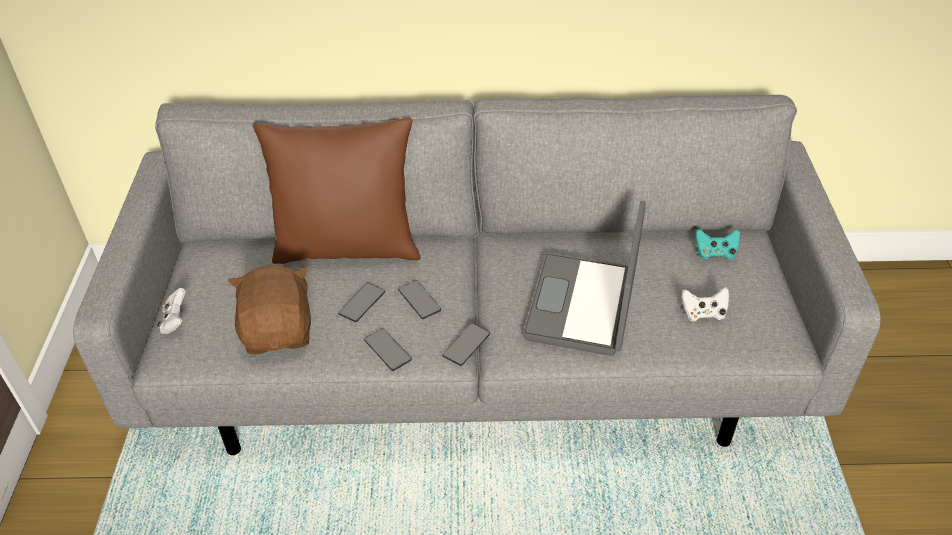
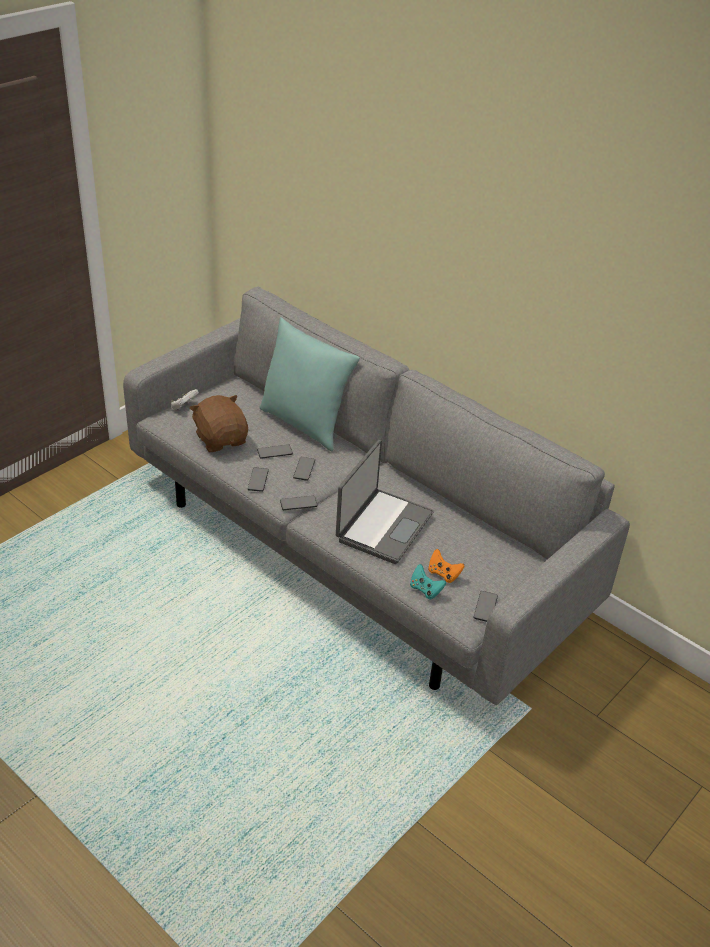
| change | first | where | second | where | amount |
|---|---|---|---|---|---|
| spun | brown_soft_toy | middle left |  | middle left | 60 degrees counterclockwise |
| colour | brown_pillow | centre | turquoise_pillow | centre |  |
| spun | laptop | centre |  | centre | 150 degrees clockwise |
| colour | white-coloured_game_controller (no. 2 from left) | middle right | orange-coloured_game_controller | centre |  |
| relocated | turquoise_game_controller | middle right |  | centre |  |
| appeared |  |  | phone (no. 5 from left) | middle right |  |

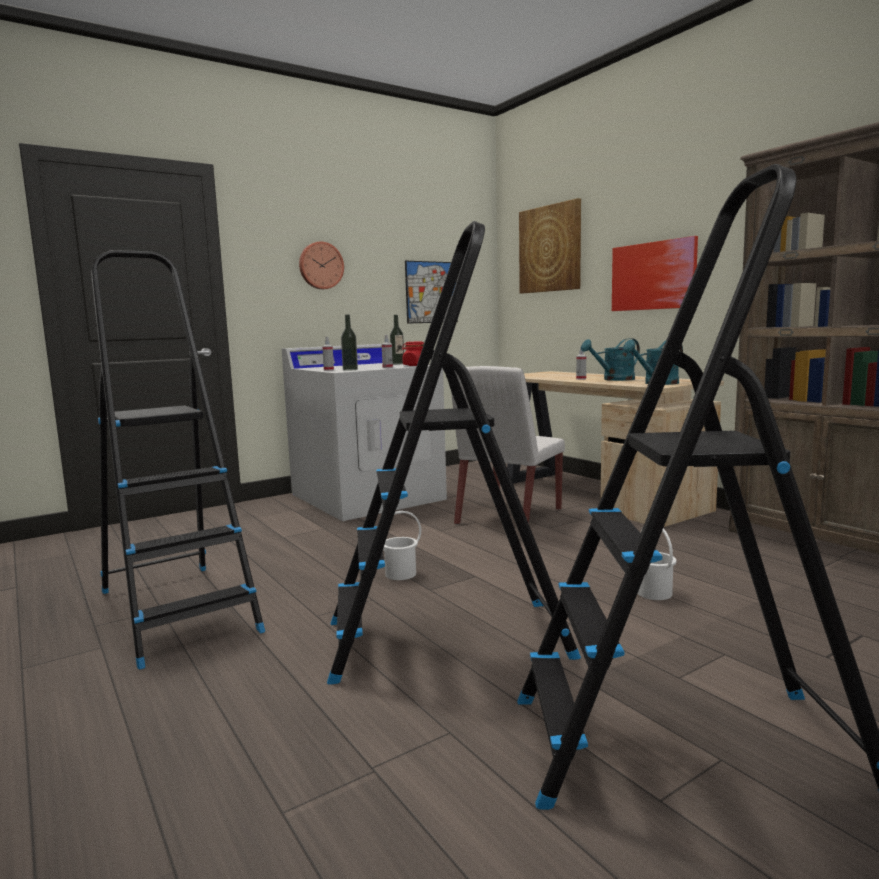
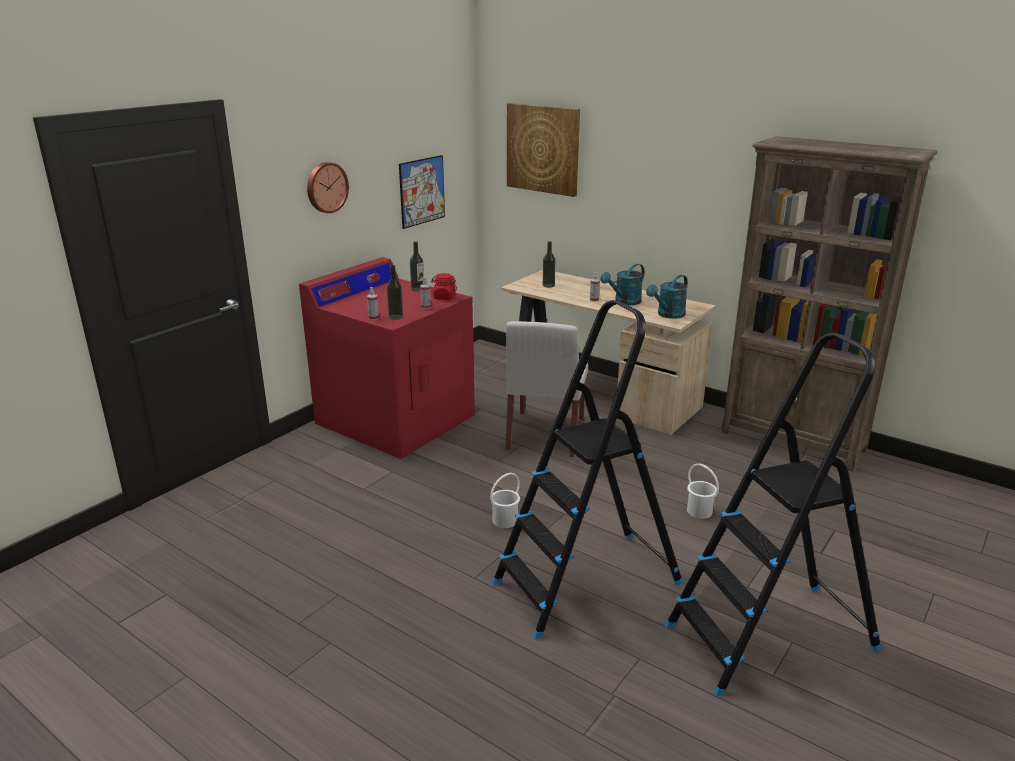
| change | first | where | second | where | amount |
|---|---|---|---|---|---|
| missing | black-coloured_step_ladder (no. 1 from left) | middle left |  |  |  |
| colour | white-coloured_washing_machine | centre | red-coloured_washing_machine | centre |  |
| missing | picture (no. 3 from left) | top right |  |  |  |
| appeared |  |  | bottle (no. 3 from left) | centre |  |

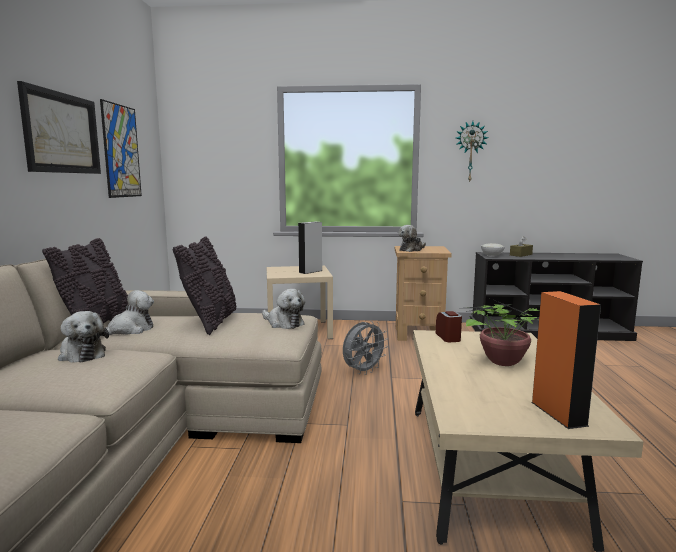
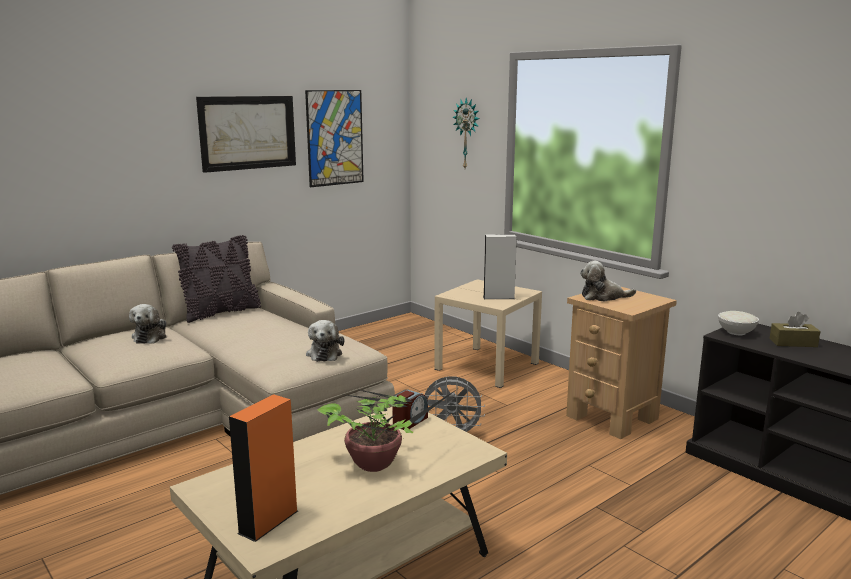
| change | first | where | second | where | amount |
|---|---|---|---|---|---|
| missing | soft_toy (no. 2 from left) | middle left |  |  |  |
| missing | black-coloured_pillow (no. 2 from left) | middle left |  |  |  |
| relocated | hanging_clock | top right |  | top centre |  |

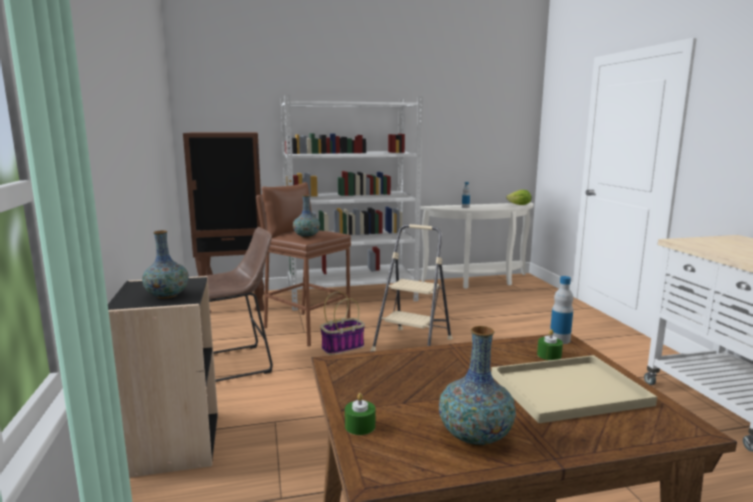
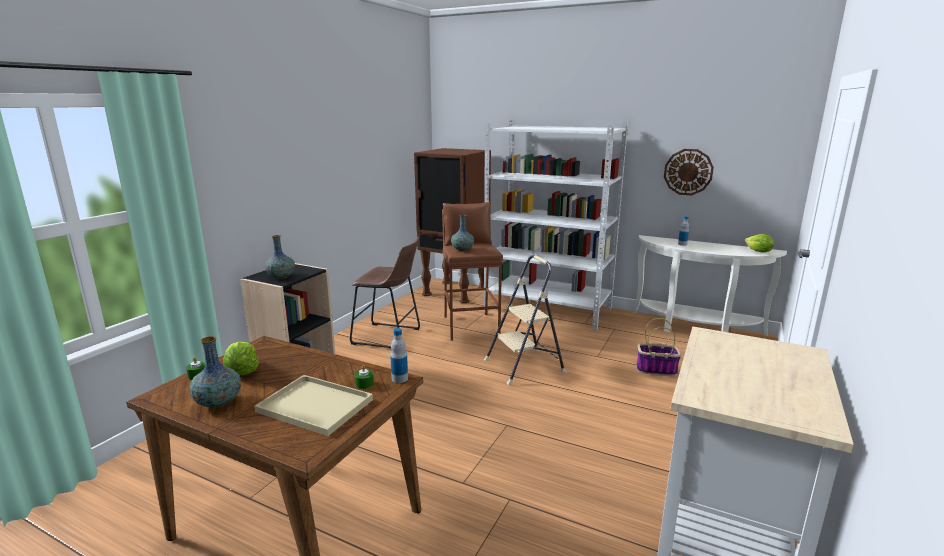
| change | first | where | second | where | amount |
|---|---|---|---|---|---|
| relocated | basket | centre |  | middle right |  |
| appeared |  |  | lettuce_head (no. 1 from left) | middle left |  |
| appeared |  |  | hanging_clock | top right |  |

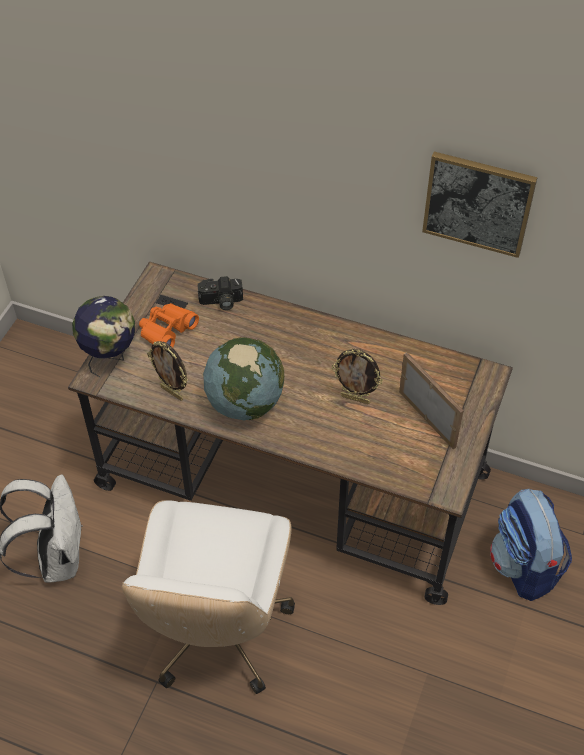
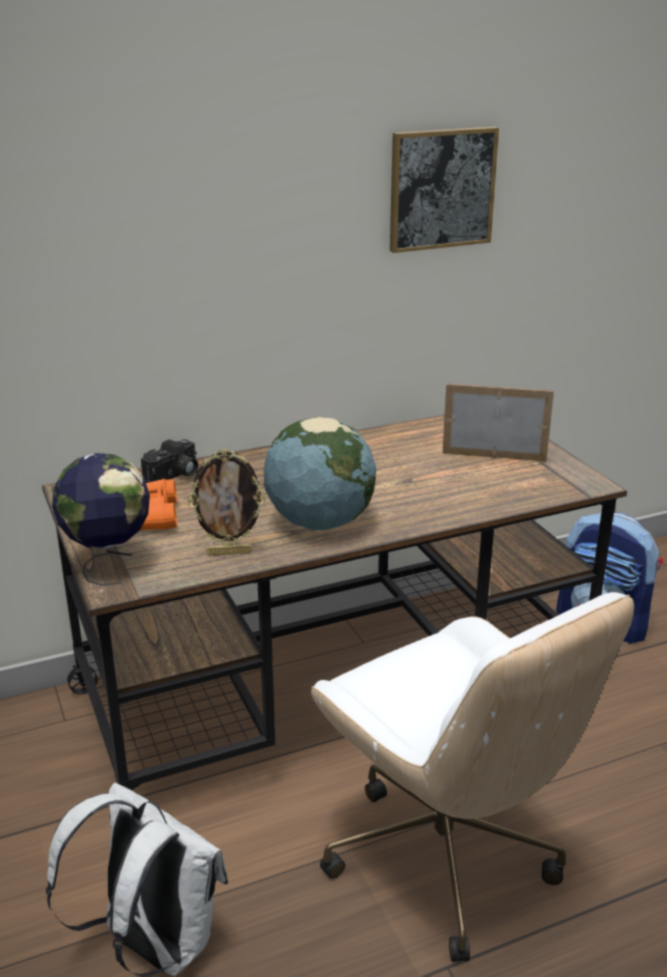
| change | first | where | second | where | amount |
|---|---|---|---|---|---|
| missing | standing_frame (no. 2 from left) | centre |  |  |  |

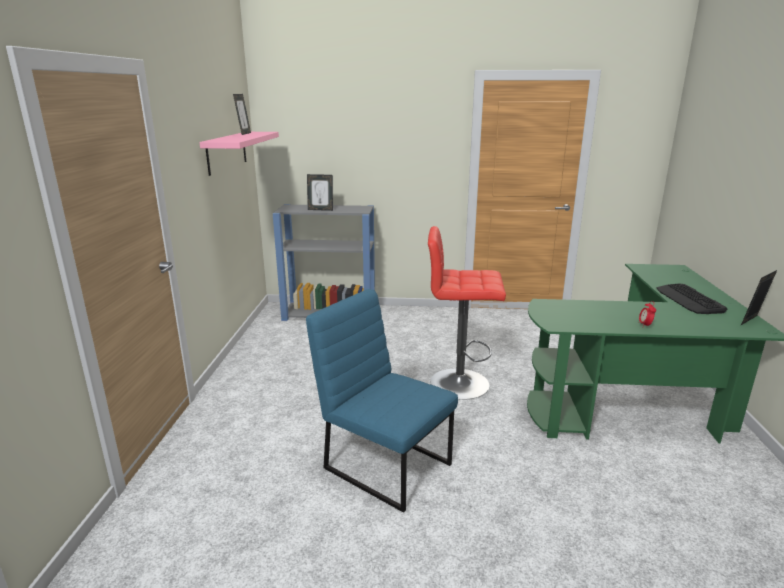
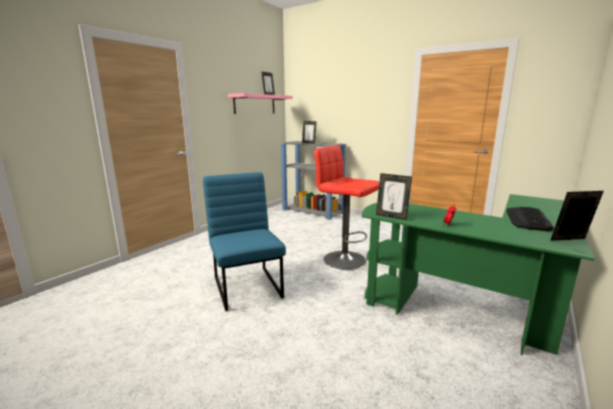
| change | first | where | second | where | amount |
|---|---|---|---|---|---|
| appeared |  |  | standing_frame (no. 3 from left) | centre |  |

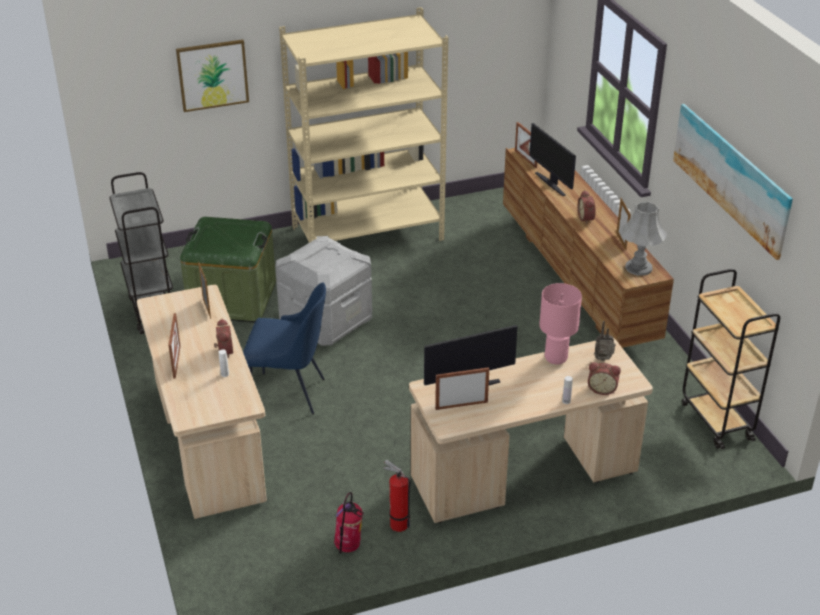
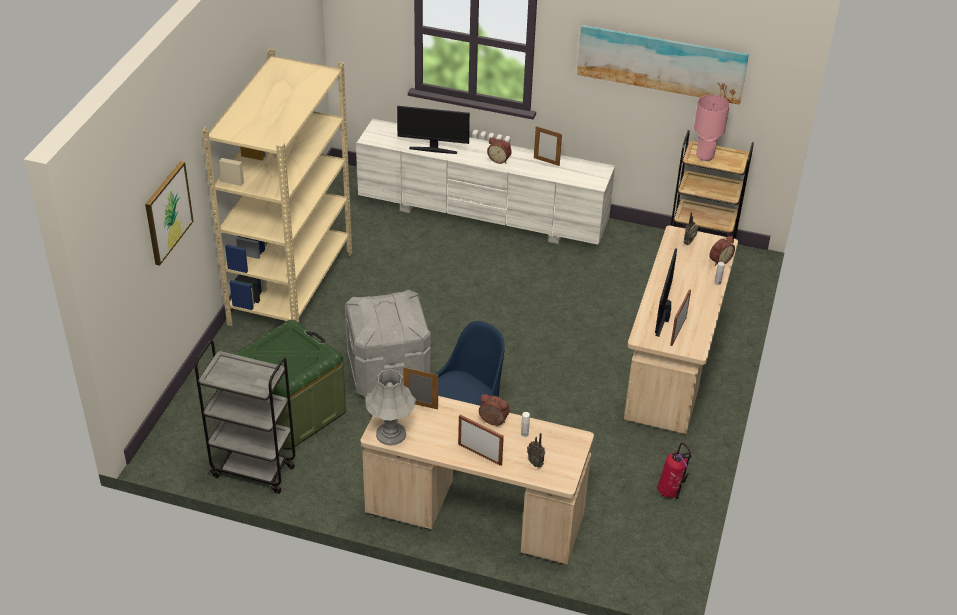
| change | first | where | second | where | amount |
|---|---|---|---|---|---|
| missing | extinguisher (no. 2 from left) | bottom centre |  |  |  |
| colour | brown_cabinet | middle right | white-coloured_cabinet | top centre |  |
| missing | standing_frame (no. 4 from left) | top centre |  |  |  |
| relocated | pinkish_lamp_for_a_table | middle right |  | top right |  |
| relocated | greyish_lamp_for_a_table | middle right |  | centre |  |
| appeared |  |  | radio_receiver (no. 1 from left) | bottom centre |  |

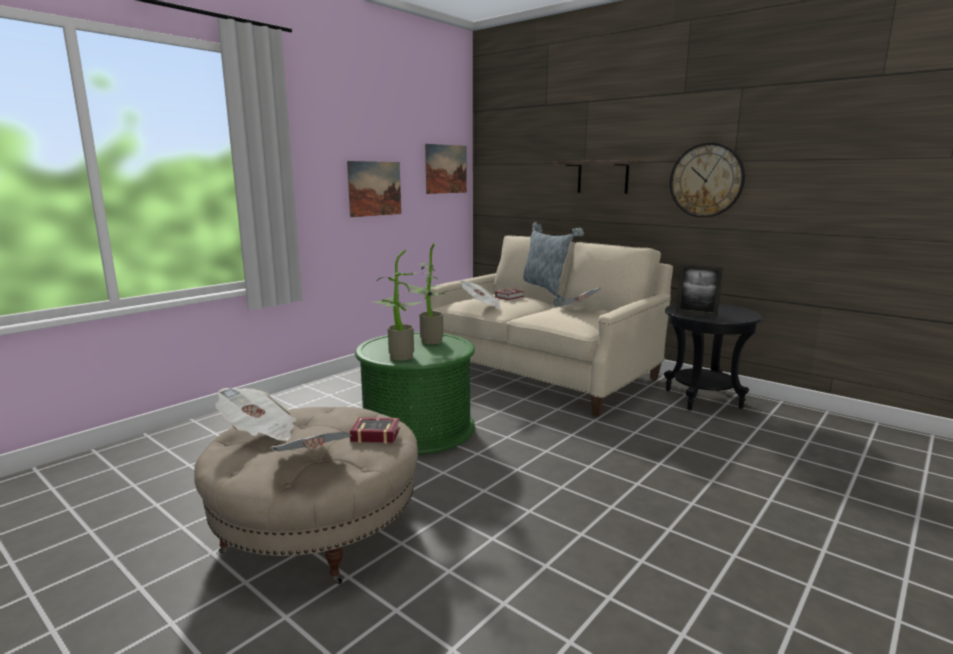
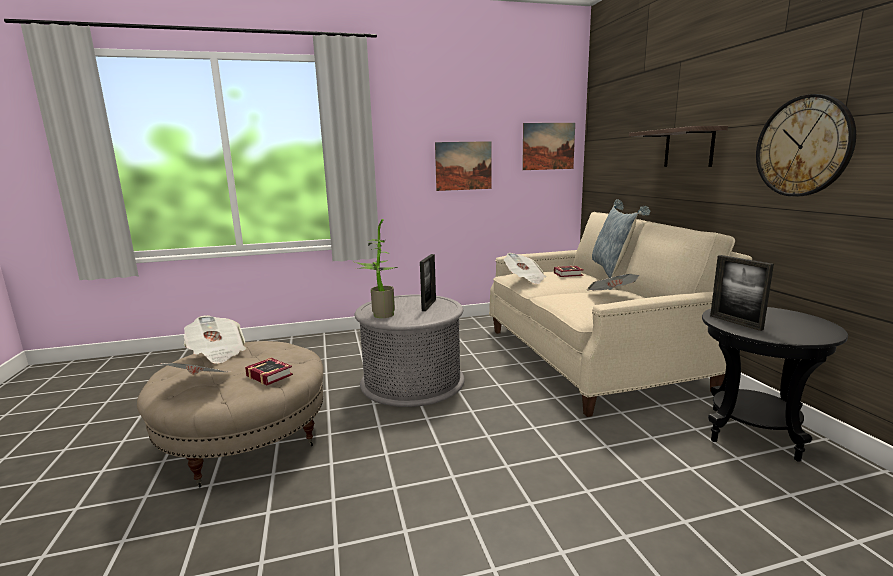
| change | first | where | second | where | amount |
|---|---|---|---|---|---|
| colour | greenish_lounge_table | centre | greyish_lounge_table | centre |  |
| exchanged | potted_plant (no. 2 from left) | centre | standing_frame (no. 1 from left) | centre |  |

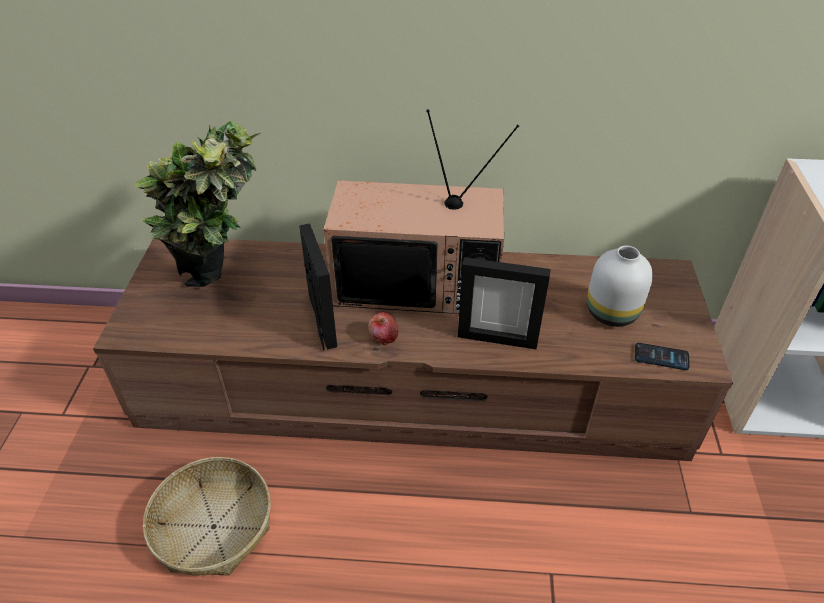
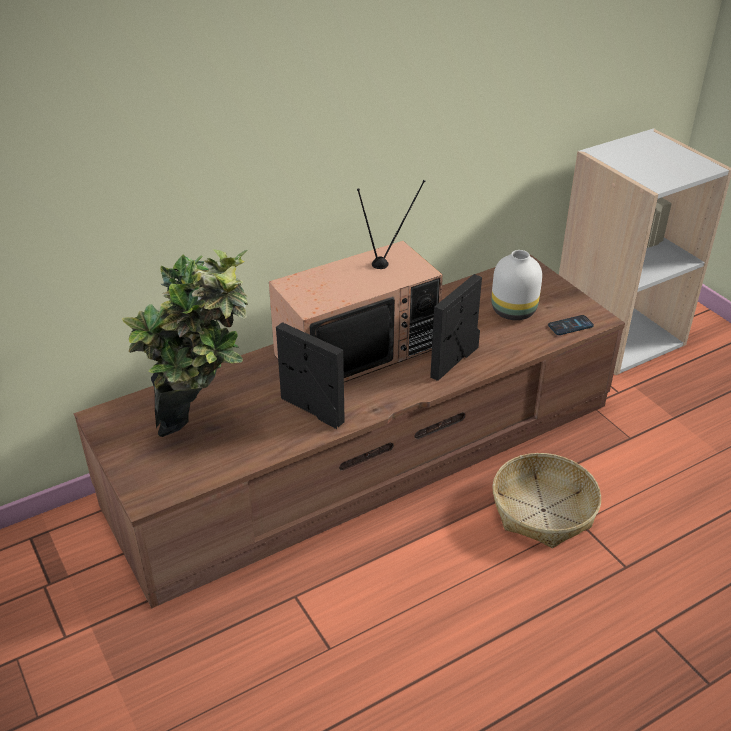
| change | first | where | second | where | amount |
|---|---|---|---|---|---|
| relocated | basket | bottom left |  | bottom right |  |
| missing | apple_fruit | centre |  |  |  |
| spun | standing_frame (no. 2 from left) | centre |  | centre | 150 degrees clockwise |

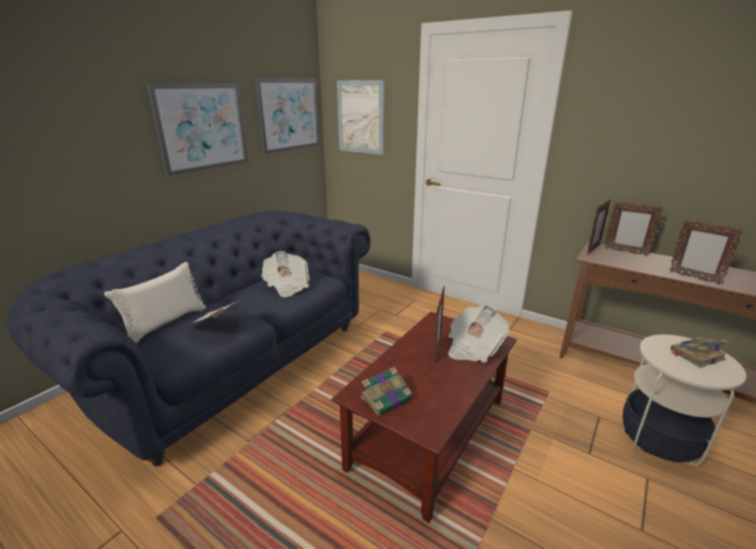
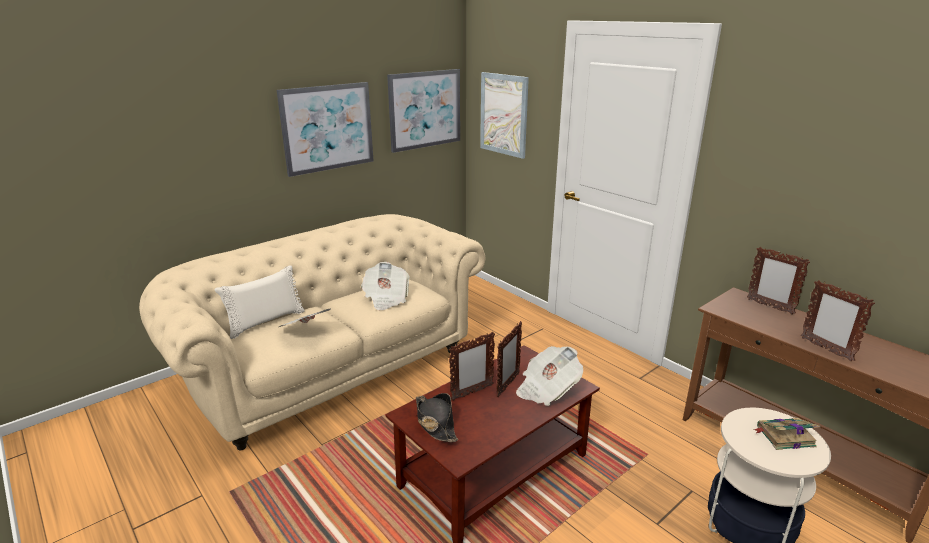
| change | first | where | second | where | amount |
|---|---|---|---|---|---|
| colour | bluish_couch | middle left | sand-coloured_couch | centre |  |
| exchanged | book (no. 1 from left) | bottom centre | black-coloured_wearable_hat | bottom centre |  |
| relocated | standing_frame (no. 2 from left in the first image) | middle right | standing_frame (no. 1 from left) | bottom centre |  |

